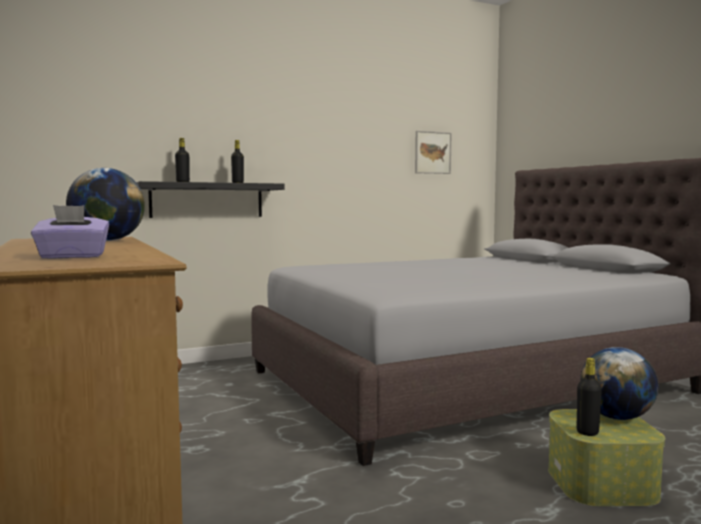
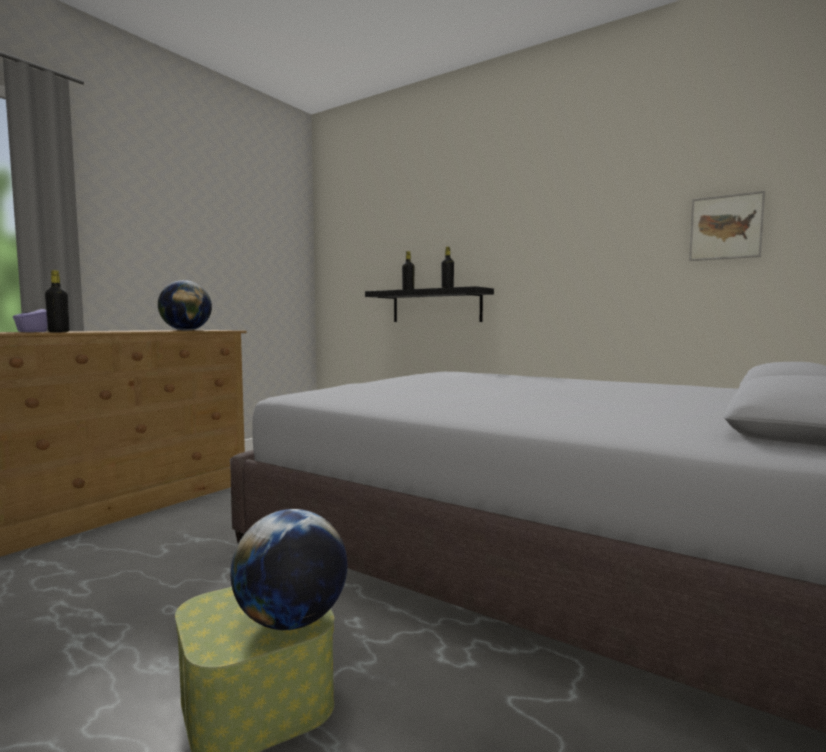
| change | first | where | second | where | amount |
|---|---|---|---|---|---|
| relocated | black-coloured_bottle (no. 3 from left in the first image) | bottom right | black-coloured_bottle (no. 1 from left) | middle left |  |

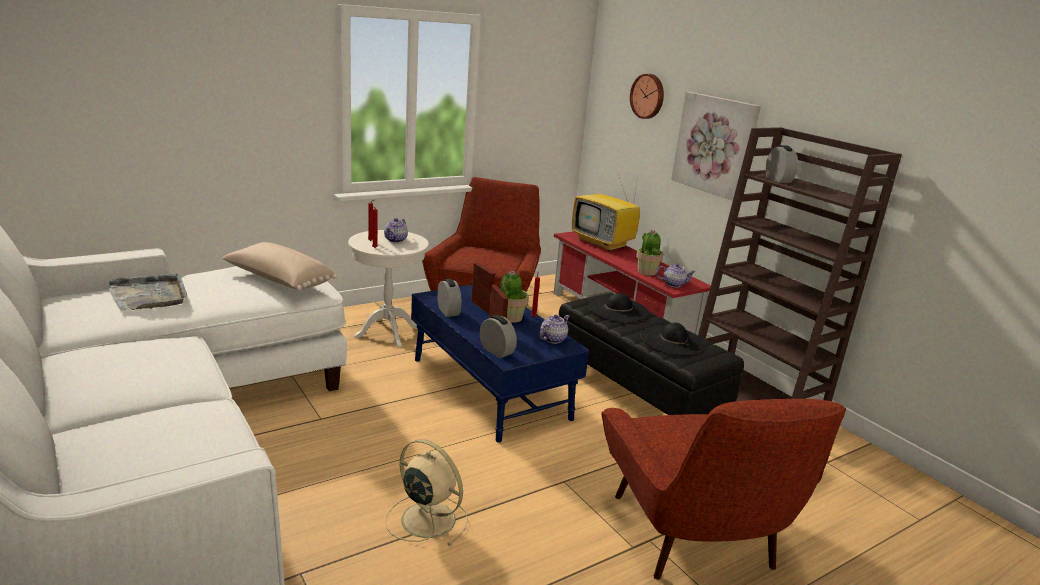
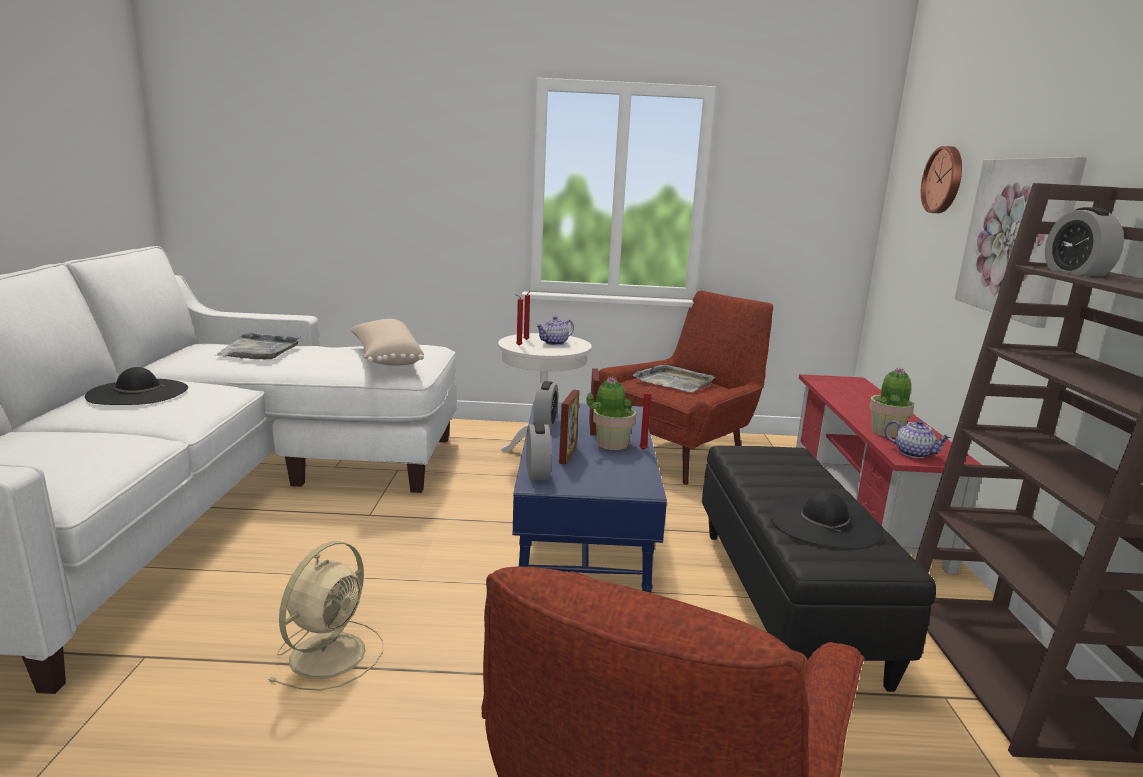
| change | first | where | second | where | amount |
|---|---|---|---|---|---|
| spun | sand-coloured_electric_fan | bottom centre |  | bottom left | 45 degrees clockwise |
| missing | pot_for_tea (no. 2 from left) | centre |  |  |  |
| missing | TV | centre |  |  |  |
| relocated | black-coloured_wearable_hat (no. 1 from left) | centre |  | middle left |  |
| spun | alarm_clock (no. 3 from left) | top right |  | top right | 150 degrees clockwise |
| appeared |  |  | greyish_serving_tray (no. 2 from left) | centre |  |

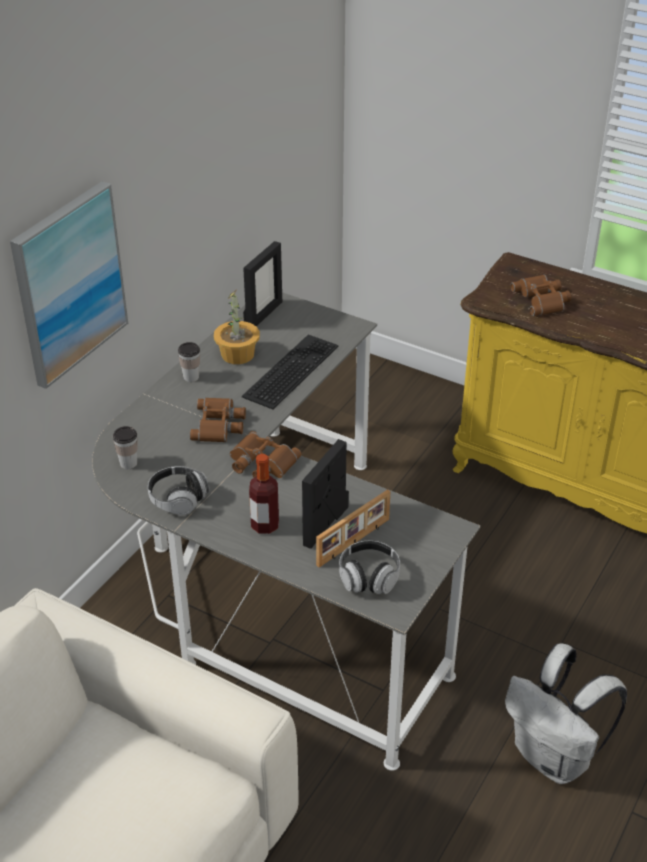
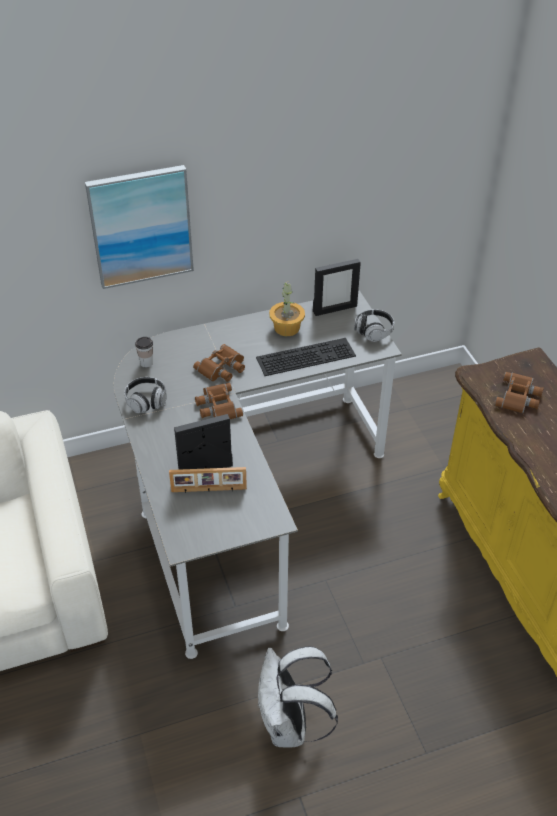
| change | first | where | second | where | amount |
|---|---|---|---|---|---|
| missing | cup (no. 2 from left) | middle left |  |  |  |
| missing | bottle | centre |  |  |  |
| relocated | headset (no. 2 from left) | centre |  | middle right |  |

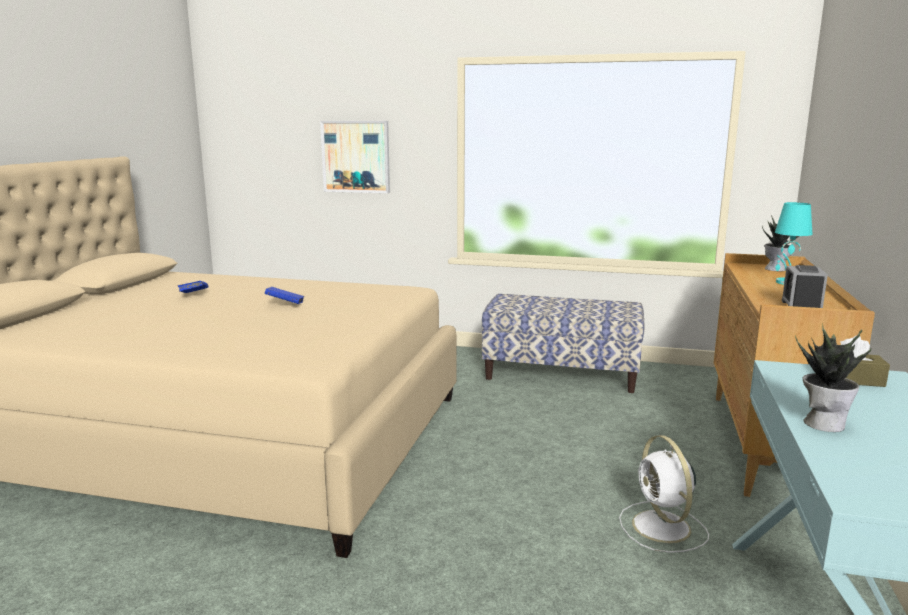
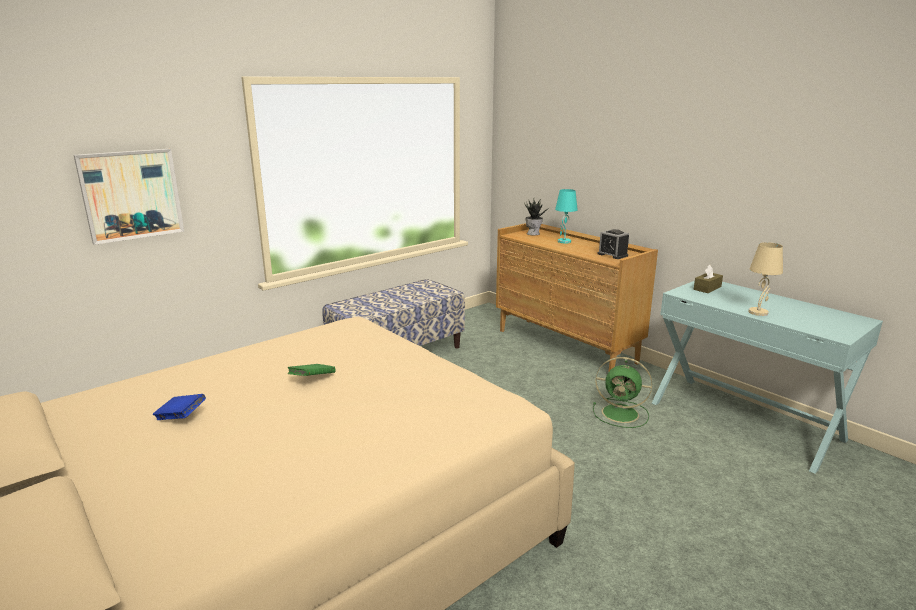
| change | first | where | second | where | amount |
|---|---|---|---|---|---|
| colour | bluish_book (no. 2 from left) | middle left | greenish_book | centre |  |
| colour | white-coloured_electric_fan | bottom right | greenish_electric_fan | middle right |  |
| exchanged | potted_plant (no. 2 from left) | middle right | sand-coloured_lamp_for_a_table | middle right |  |

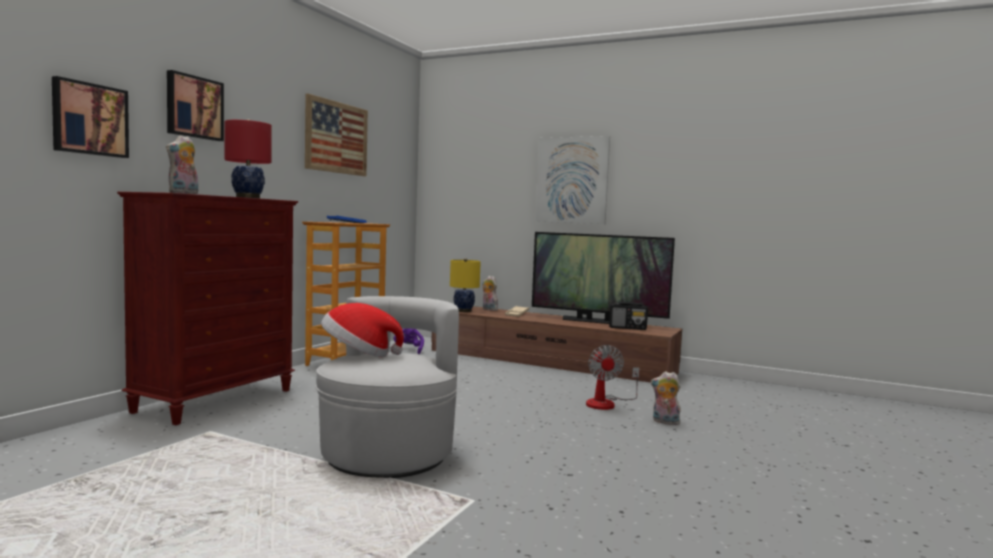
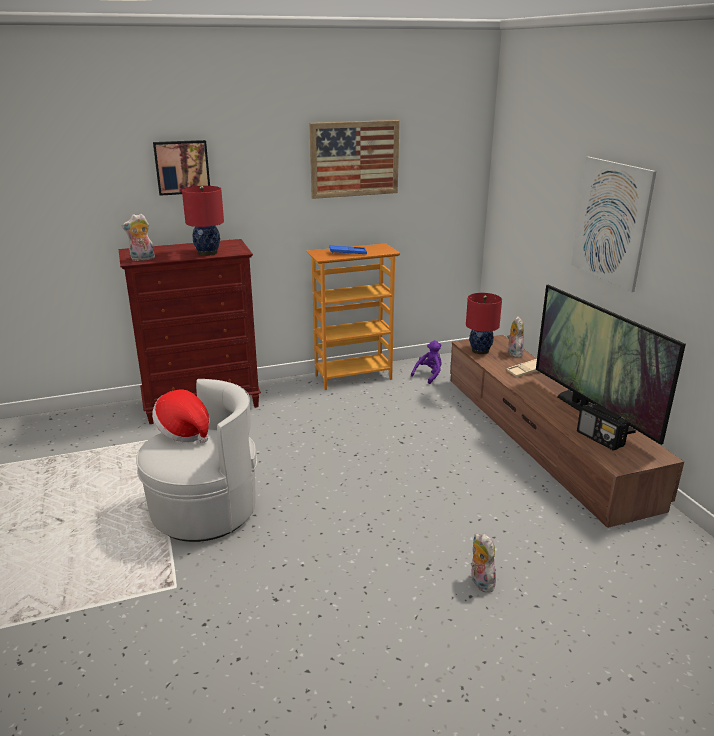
| change | first | where | second | where | amount |
|---|---|---|---|---|---|
| missing | picture (no. 1 from left) | top left |  |  |  |
| colour | yellowish_lamp_for_a_table | centre | red-coloured_lamp_for_a_table (no. 2 from left) | middle right |  |
| missing | electric_fan | bottom centre |  |  |  |

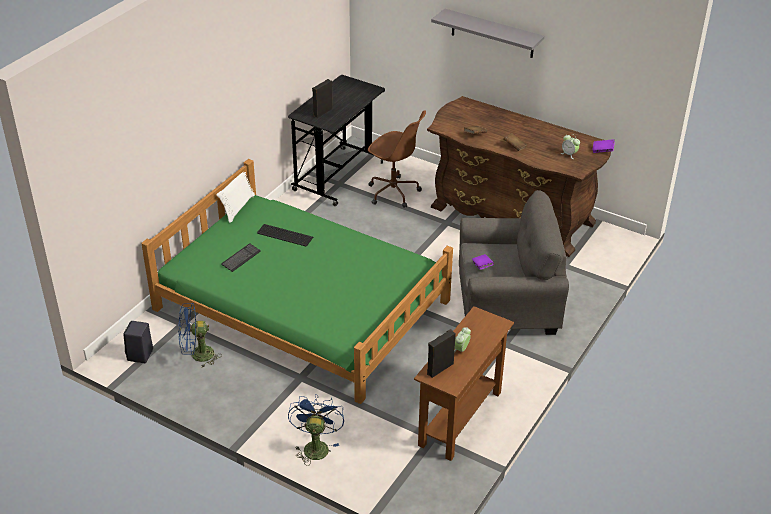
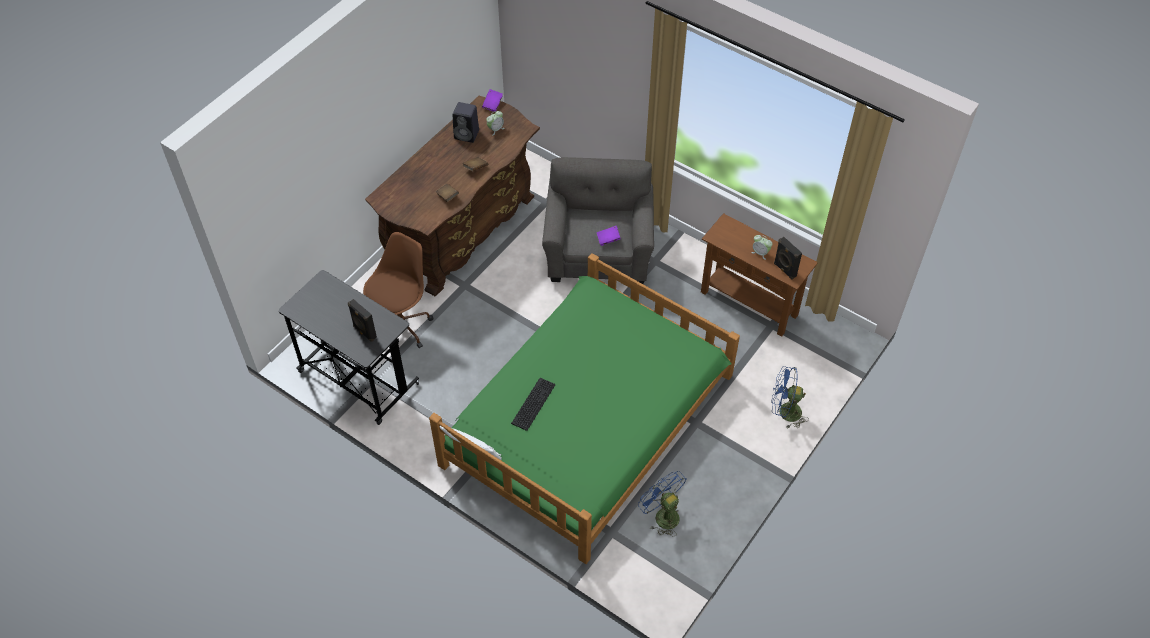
| change | first | where | second | where | amount |
|---|---|---|---|---|---|
| relocated | black-coloured_loudspeaker (no. 1 from left in the first image) | middle left | black-coloured_loudspeaker (no. 2 from left) | top centre |  |
| spun | bluish_electric_fan (no. 1 from left) | middle left |  | bottom centre | 150 degrees clockwise |
| missing | computer_keyboard (no. 1 from left) | middle left |  |  |  |
| missing | greyish_shelf | top centre |  |  |  |

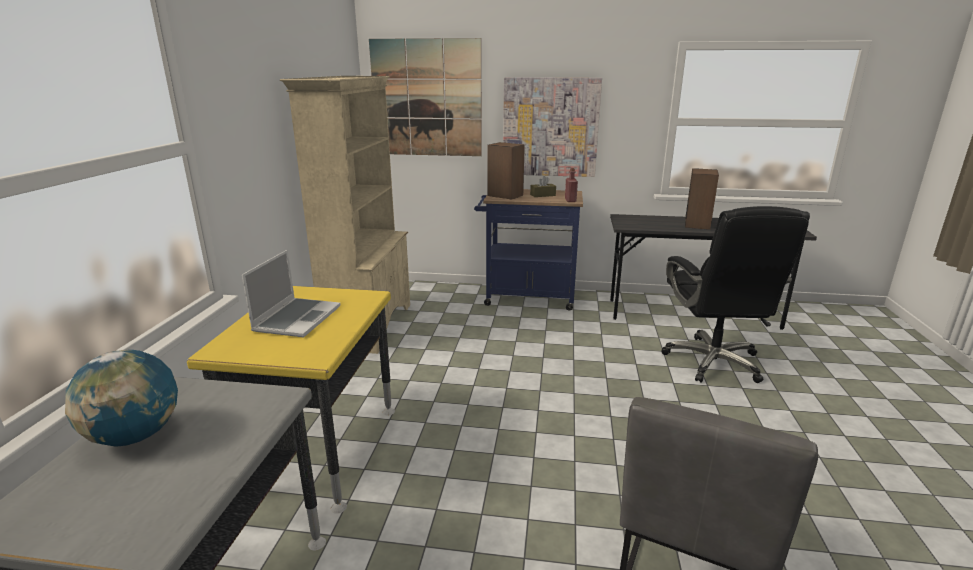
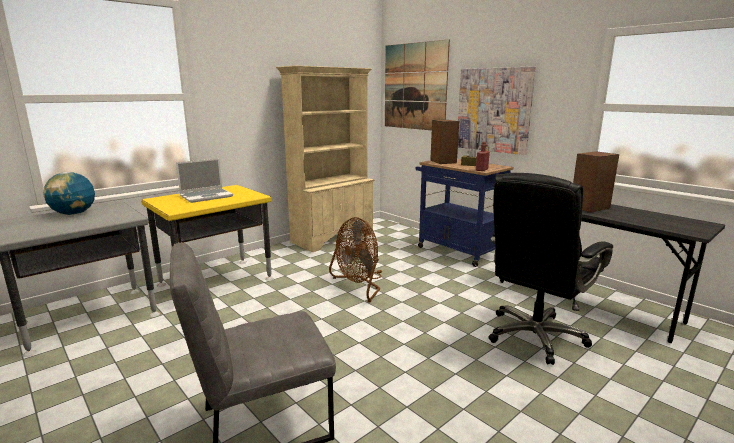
| change | first | where | second | where | amount |
|---|---|---|---|---|---|
| appeared |  |  | brown_electric_fan | centre |  |

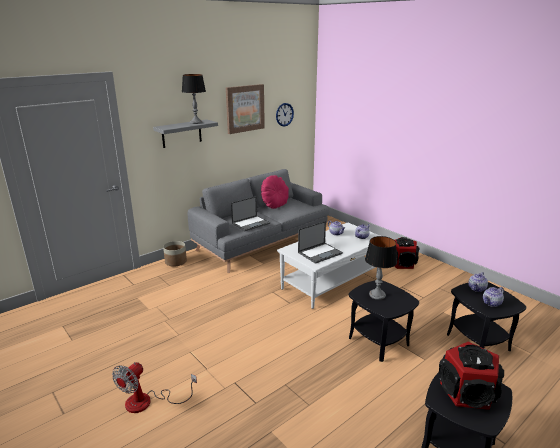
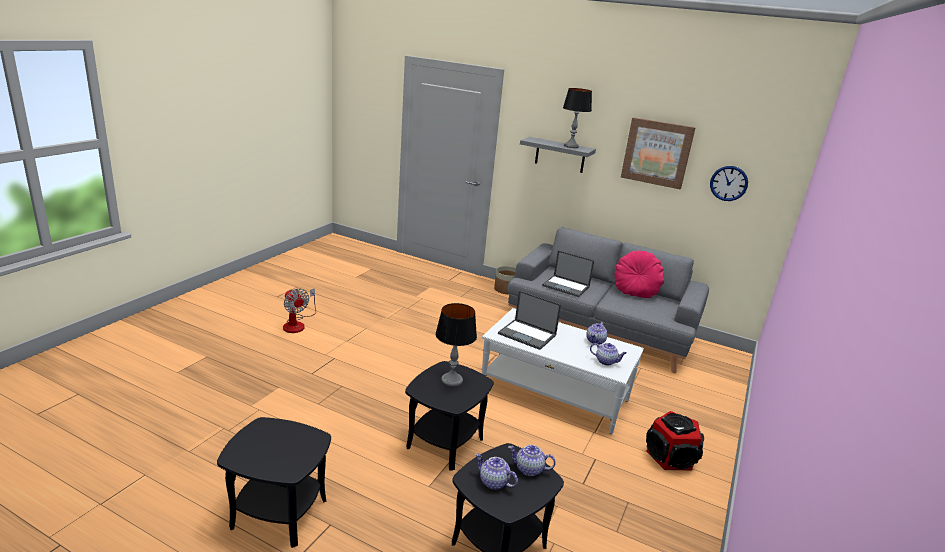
| change | first | where | second | where | amount |
|---|---|---|---|---|---|
| spun | electric_fan | bottom left |  | middle left | 135 degrees counterclockwise |
| missing | loudspeaker (no. 2 from left) | bottom right |  |  |  |

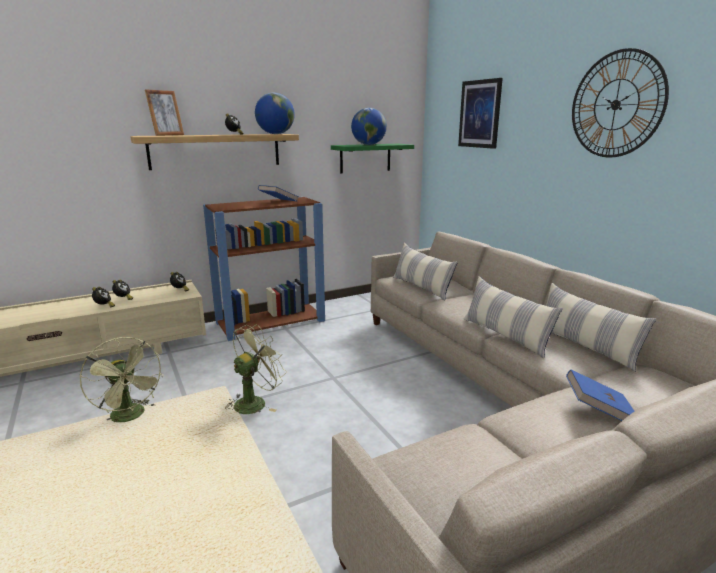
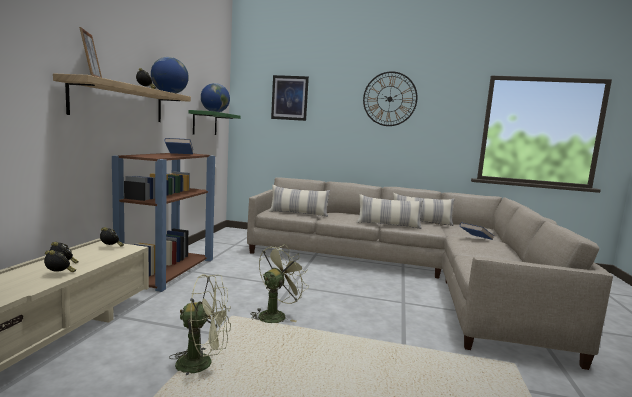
| change | first | where | second | where | amount |
|---|---|---|---|---|---|
| spun | greenish_electric_fan (no. 2 from left) | centre |  | bottom centre | 45 degrees clockwise |

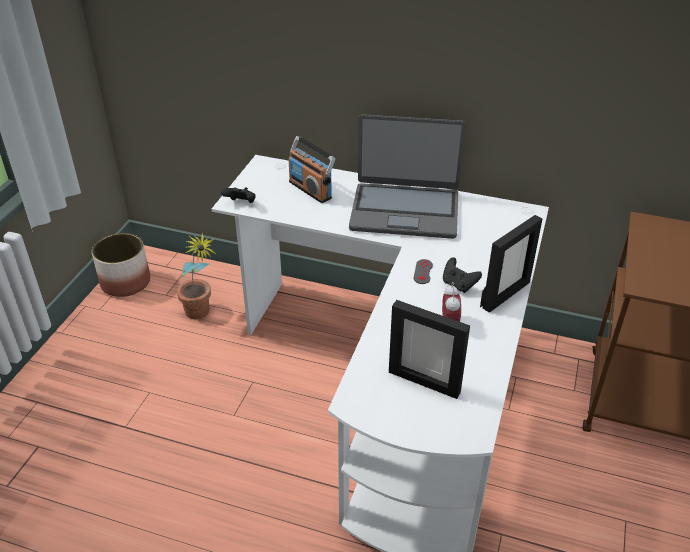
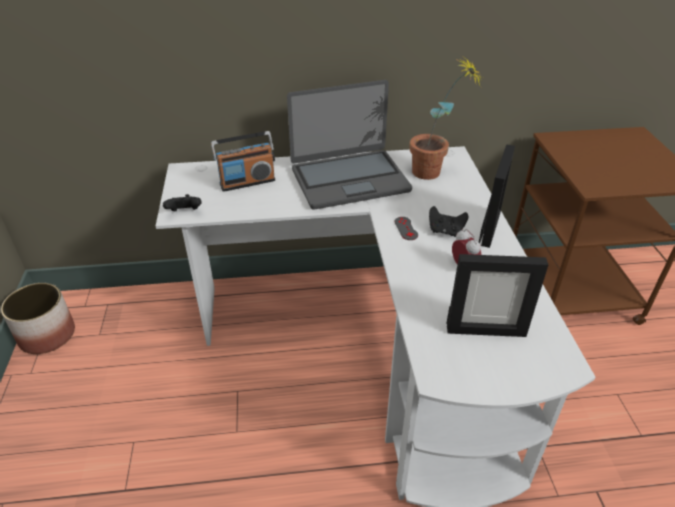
| change | first | where | second | where | amount |
|---|---|---|---|---|---|
| relocated | potted_plant | middle left |  | top centre |  |
| spun | radio_receiver | top centre |  | top centre | 45 degrees counterclockwise |

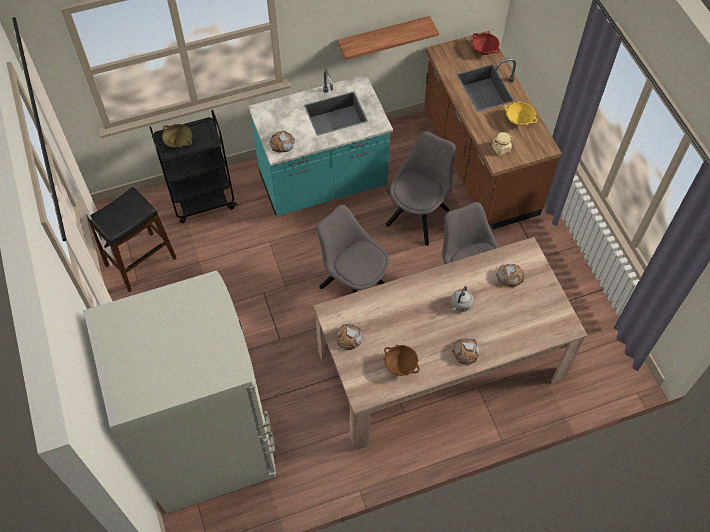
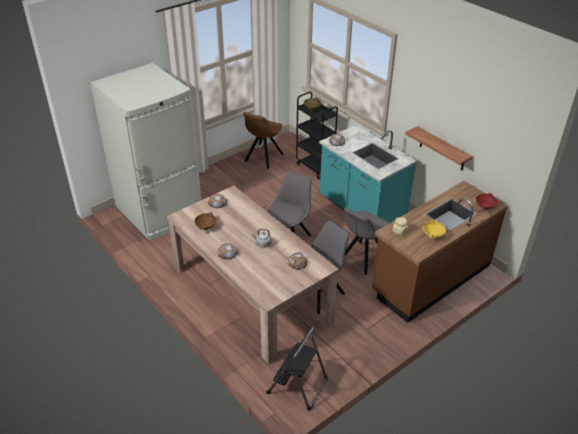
| change | first | where | second | where | amount |
|---|---|---|---|---|---|
| exchanged | black-coloured_stool_seat | middle left | brown_chair | top centre |  |
| spun | greyish_chair (no. 2 from left in the first image) | centre | greyish_chair (no. 3 from left) | centre | 120 degrees clockwise |
| appeared |  |  | black-coloured_step_ladder | bottom centre |  |

